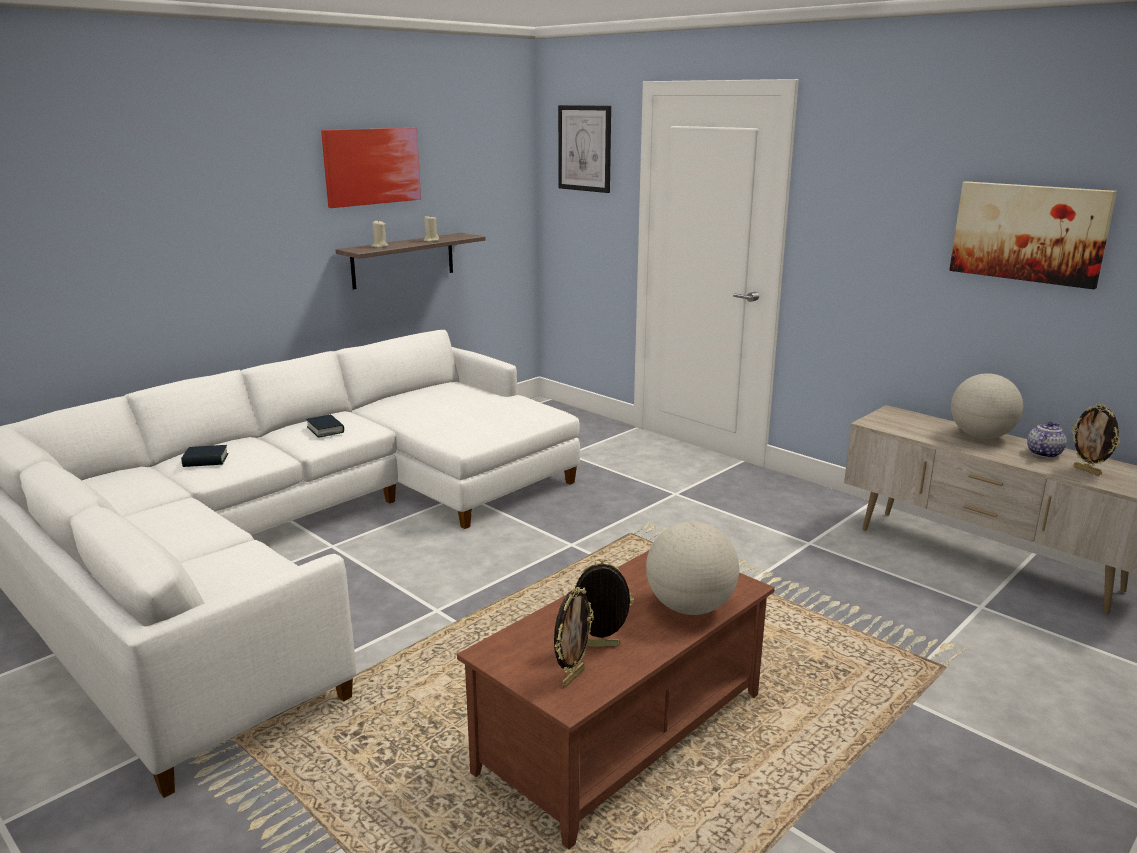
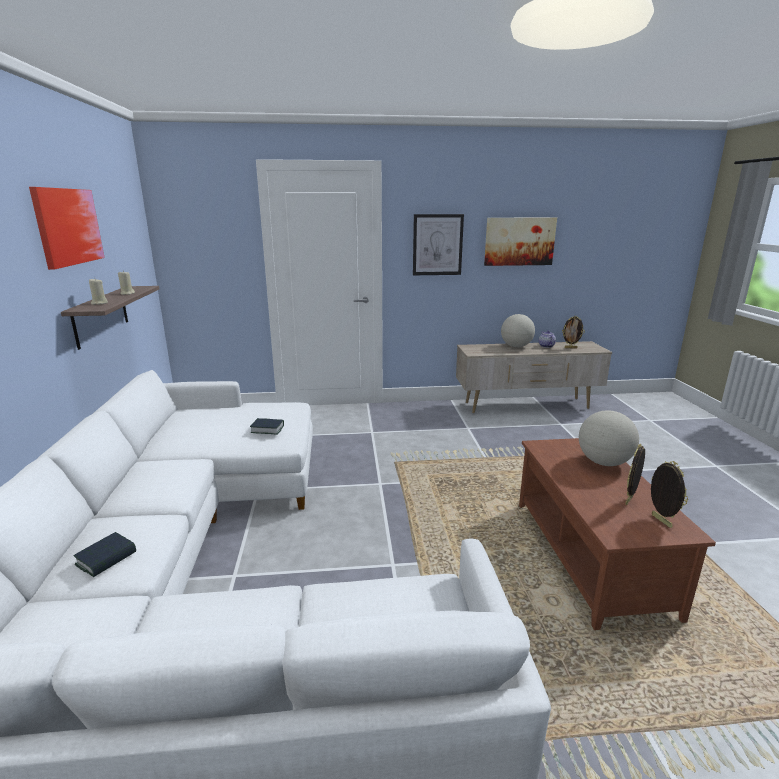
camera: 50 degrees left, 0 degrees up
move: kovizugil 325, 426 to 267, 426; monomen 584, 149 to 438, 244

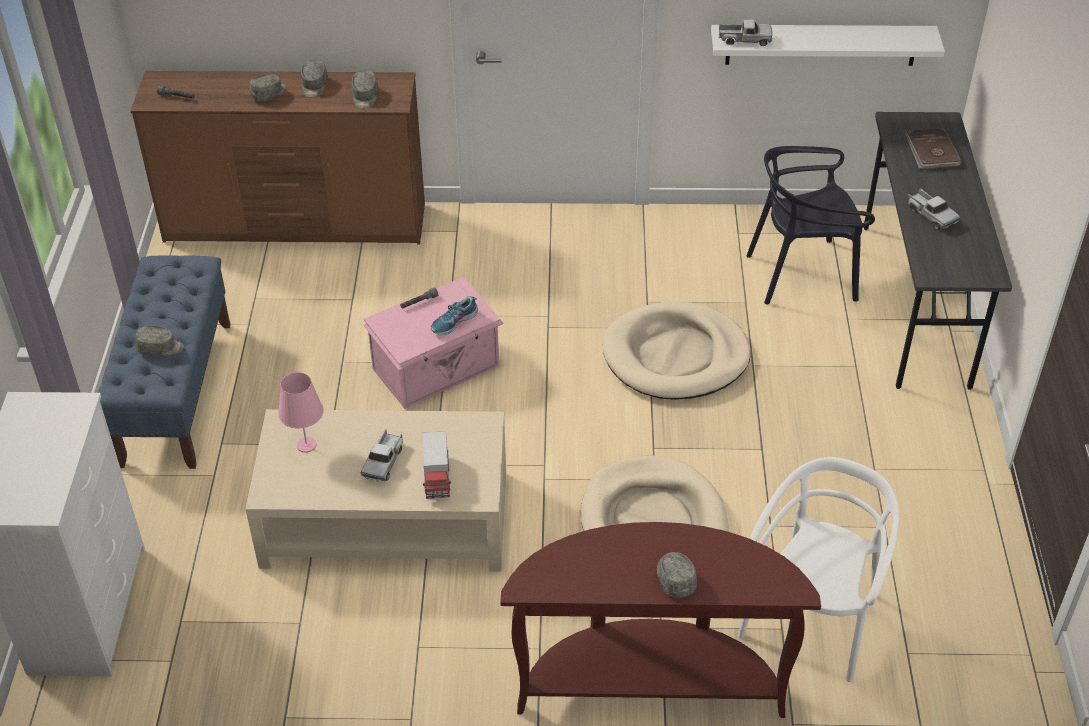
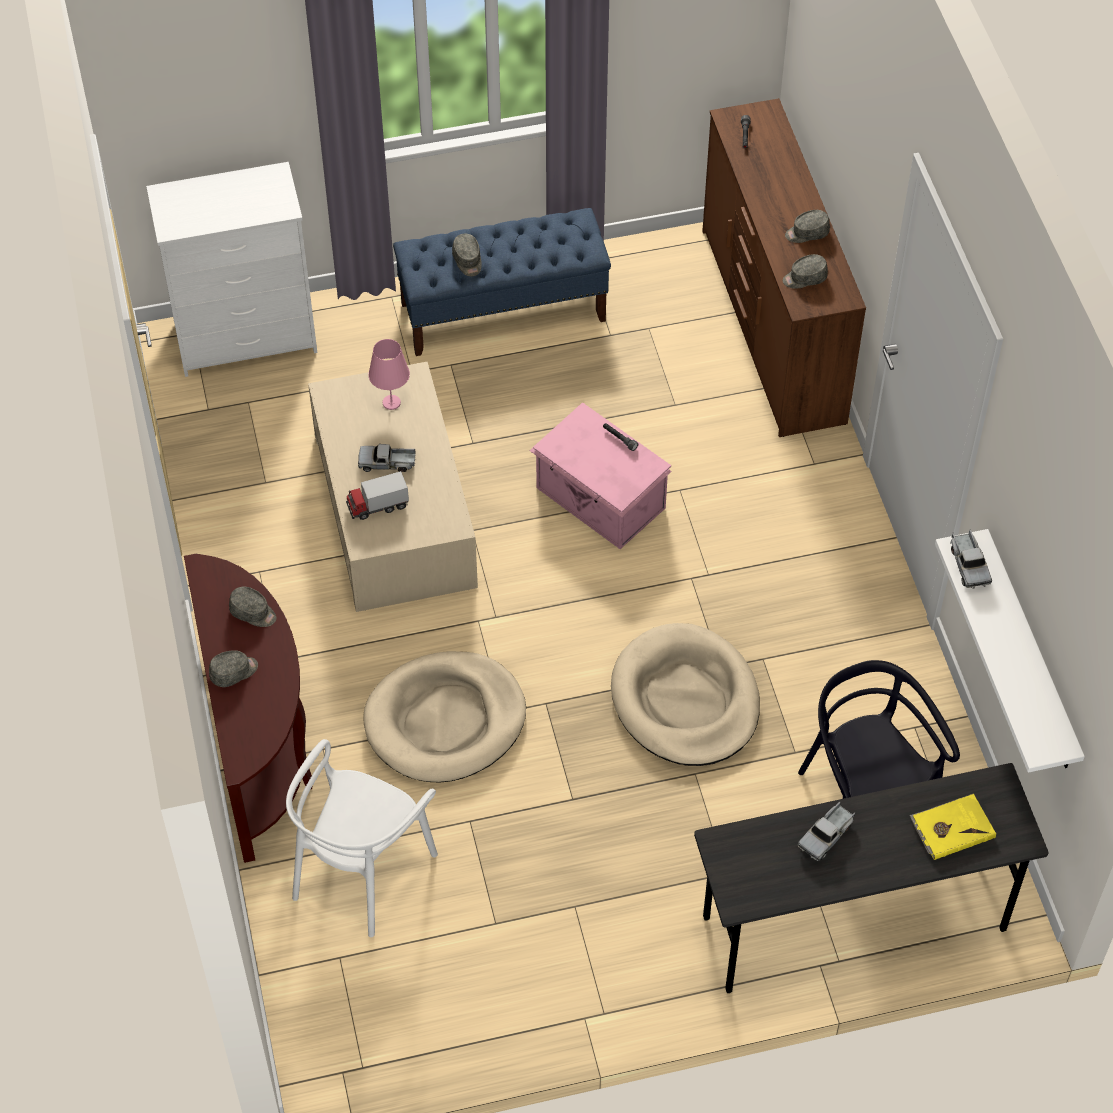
camera: 75 degrees right, 10 degrees up
delete: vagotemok 454, 315
move: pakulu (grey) 268, 87 to 252, 607
recolor: kovizugil (brown) 933, 148 to kovizugil (yellow) 953, 827
rotate: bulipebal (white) 818, 569 = 362, 838 105 degrees clockwise

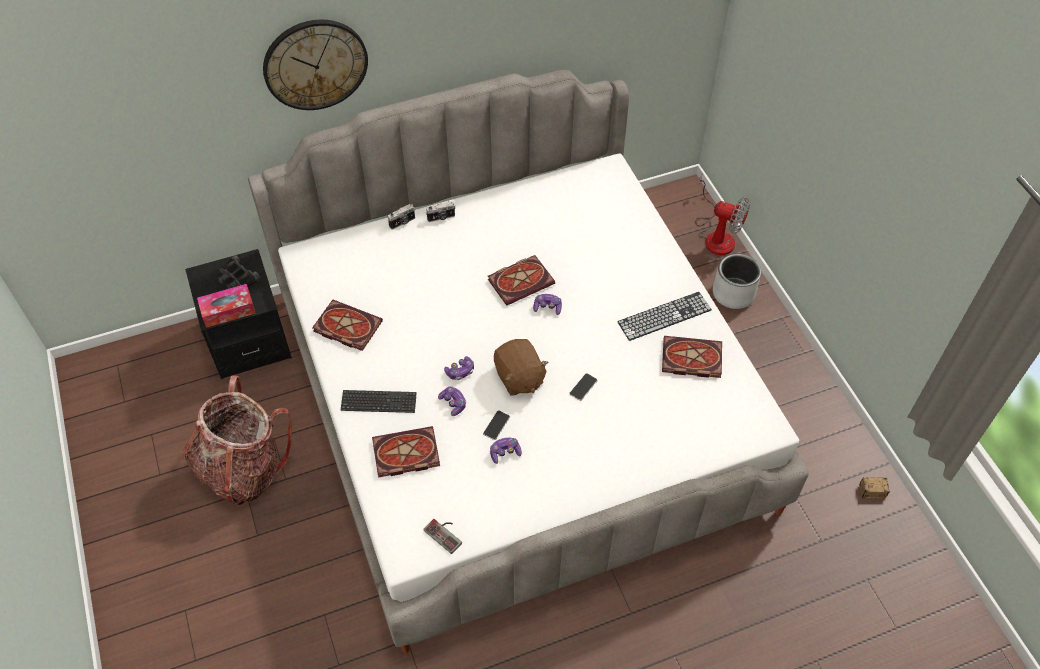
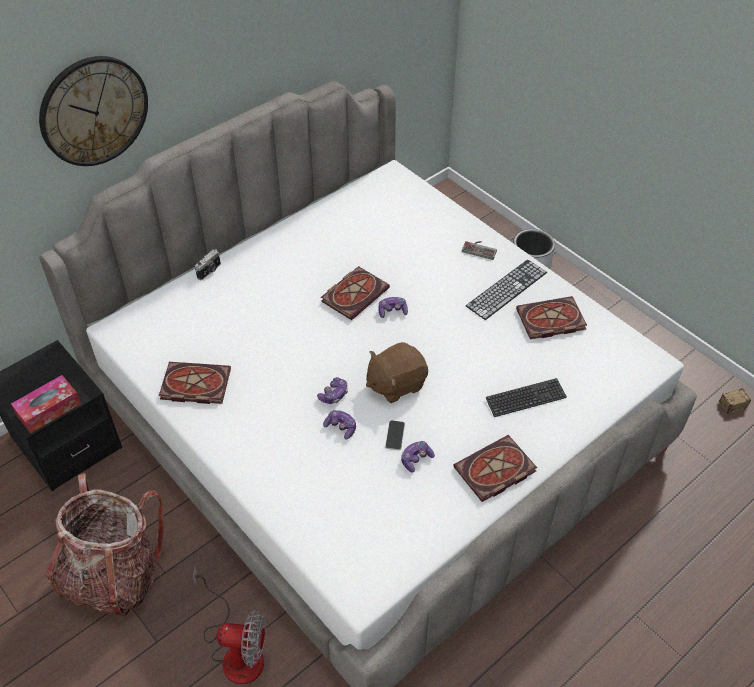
camera: 20 degrees left, 5 degrees down
delete: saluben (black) 239, 272; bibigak 441, 211; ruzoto 583, 387
move: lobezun 379, 401 to 526, 397; kovizugil 406, 451 to 495, 468; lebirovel 442, 536 to 479, 250; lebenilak 722, 214 to 229, 625
rotate: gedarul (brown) 521, 367 = 397, 372 105 degrees clockwise

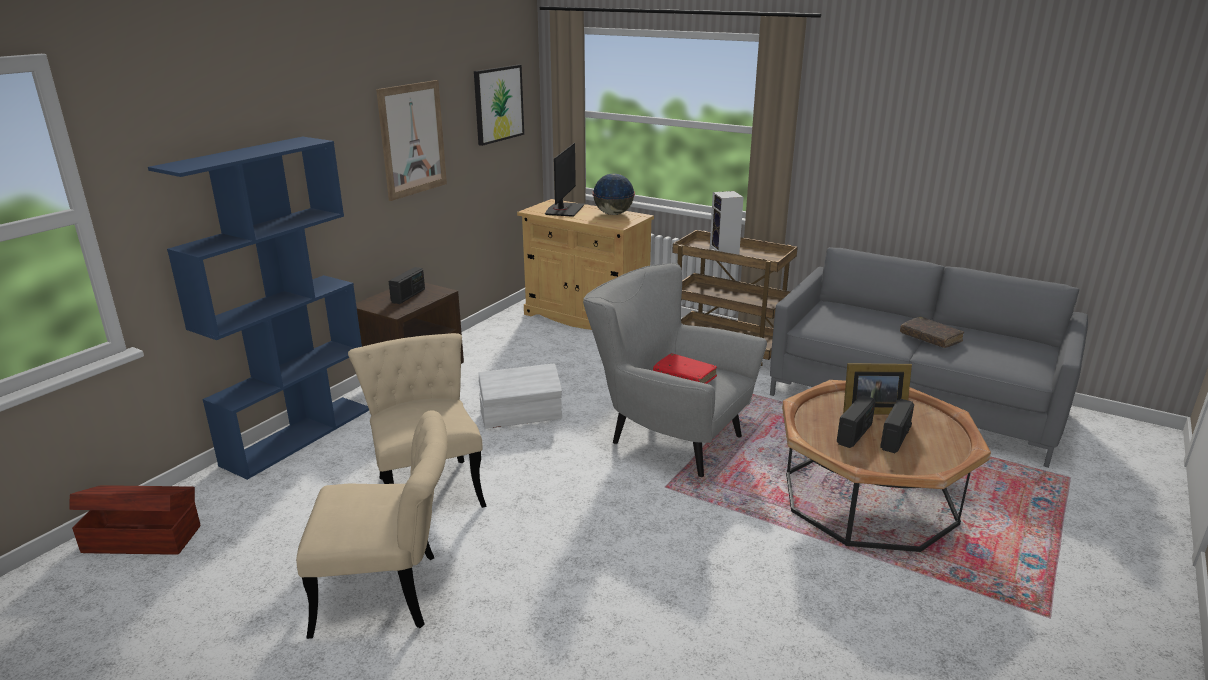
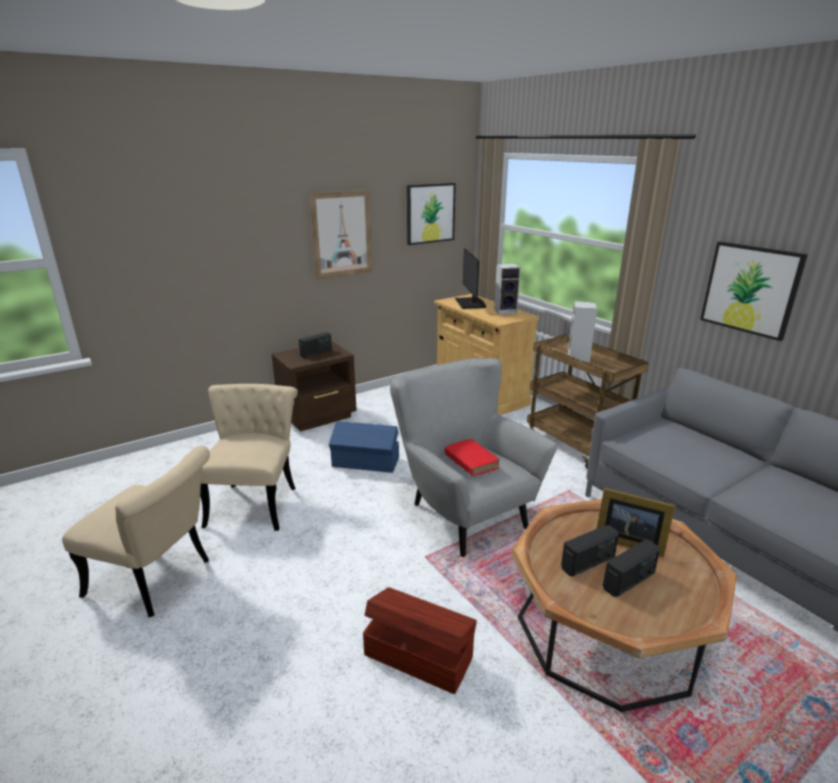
camera: 25 degrees right, 0 degrees up
delete: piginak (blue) 258, 308; kovizugil (brown) 932, 332
insert: monomen 754, 291
move: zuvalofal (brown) 135, 520 to 420, 640
replace: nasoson 613, 194 to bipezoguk 507, 289
recolor: zuvalofal (white) 520, 396 to zuvalofal (blue) 364, 447
rotate: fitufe 564, 180 = 471, 278 135 degrees clockwise

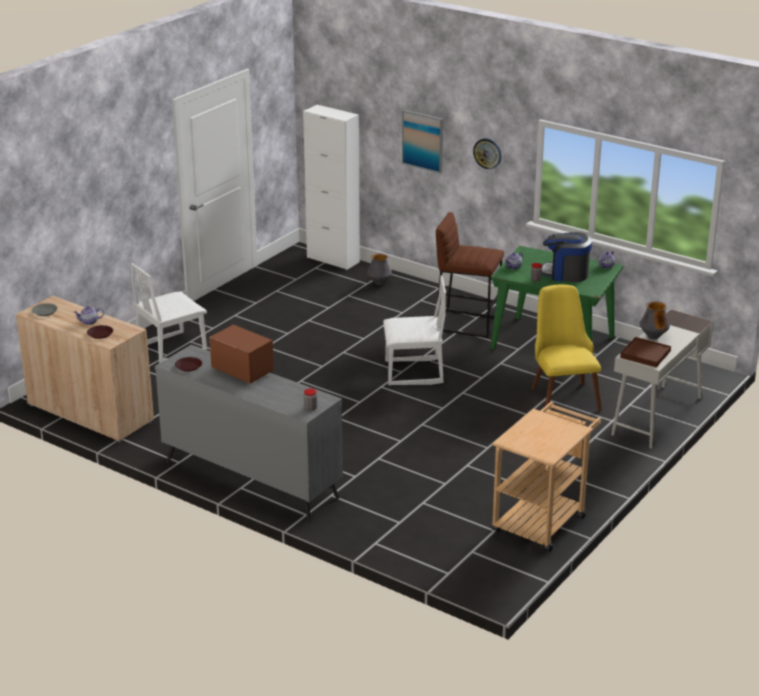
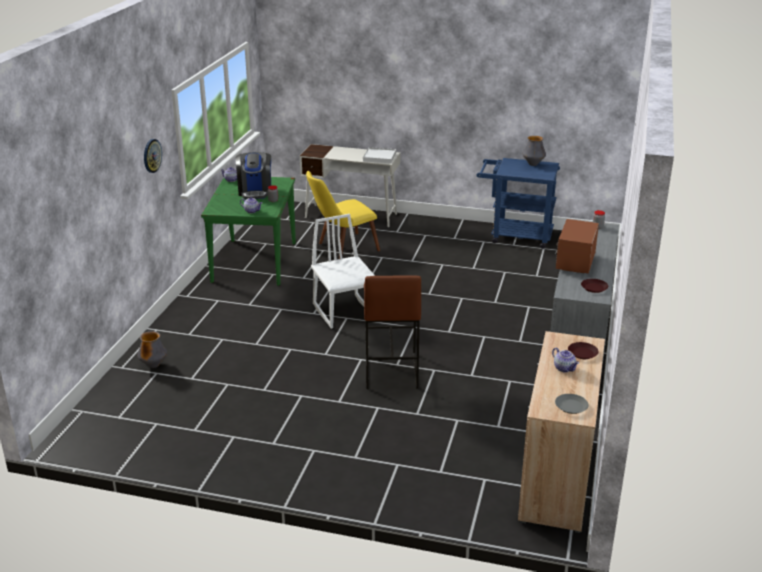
camera: 110 degrees left, 0 degrees up
delete: bulipebal (white) 169, 313; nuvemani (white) 331, 187; monomen 422, 141
move: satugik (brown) 470, 275 to 392, 332; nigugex 655, 320 to 534, 151
recolor: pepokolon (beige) 546, 477 to pepokolon (blue) 518, 203; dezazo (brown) 645, 352 to dezazo (white) 379, 155

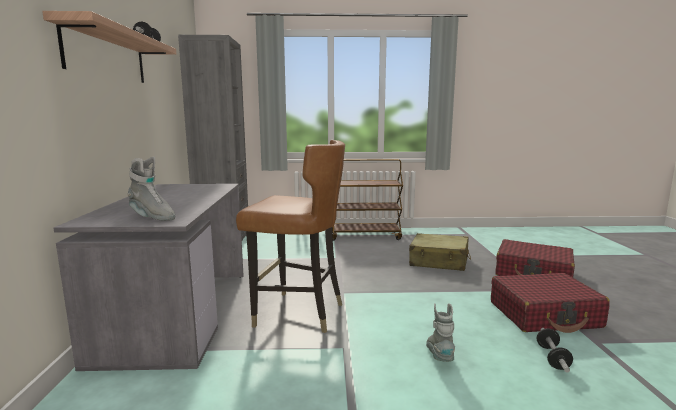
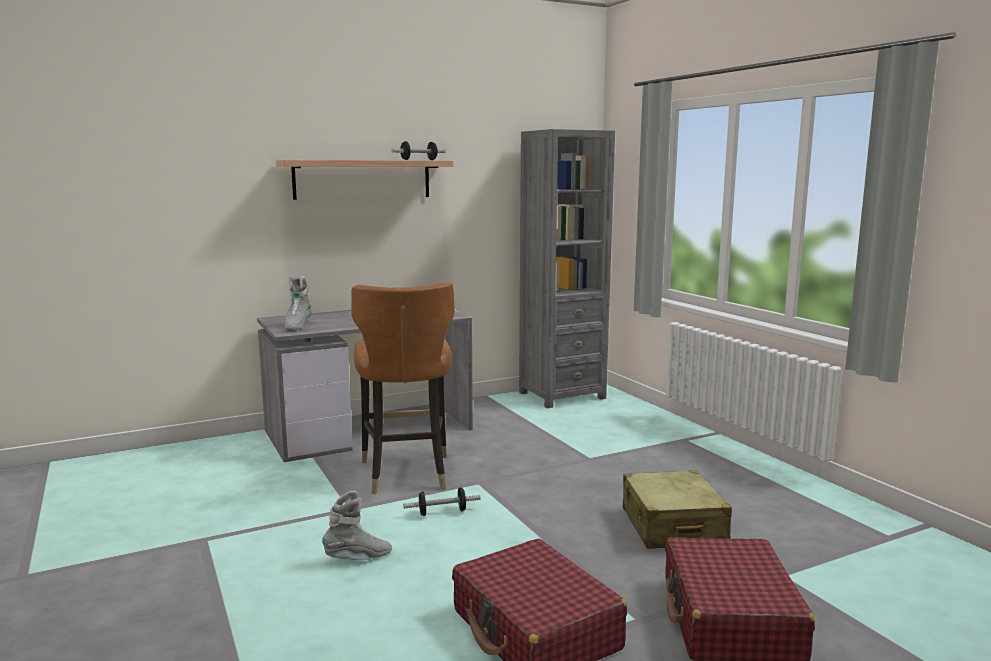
camera: 65 degrees right, 0 degrees up
delete: pepokolon (brown) 367, 200
move: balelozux 555, 350 to 442, 501

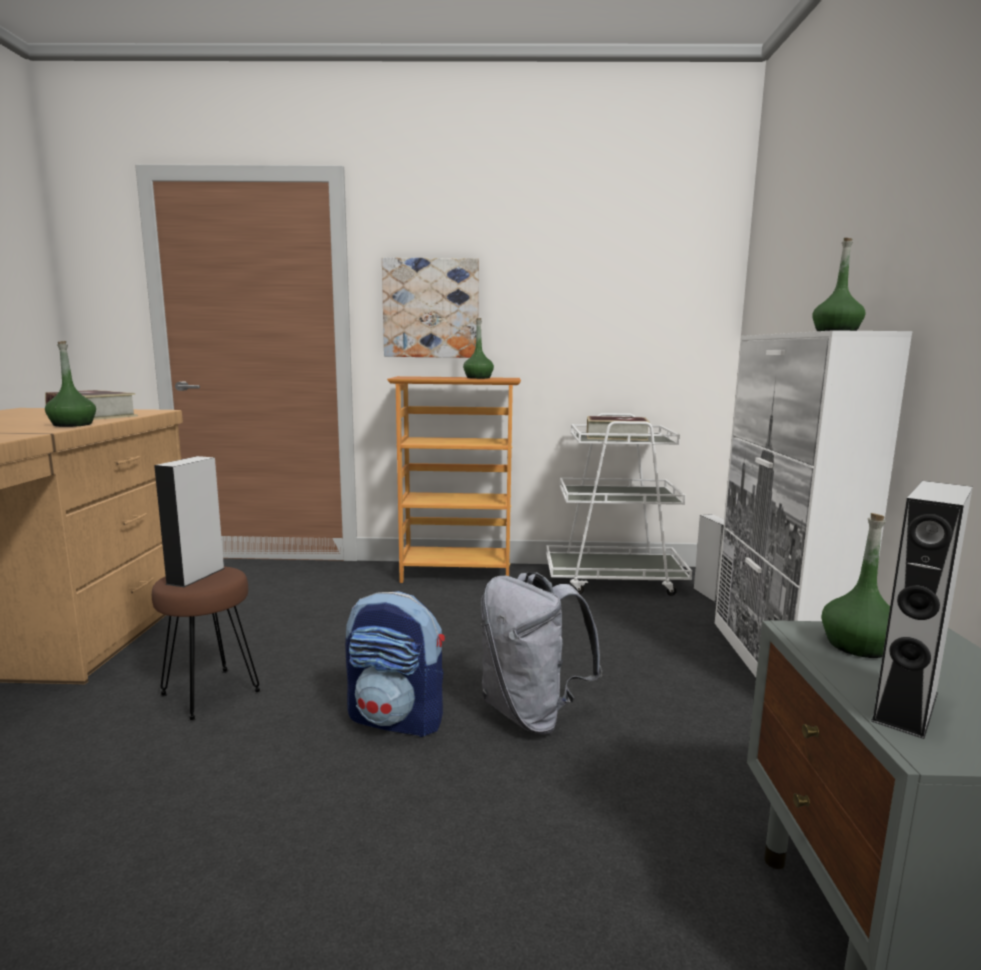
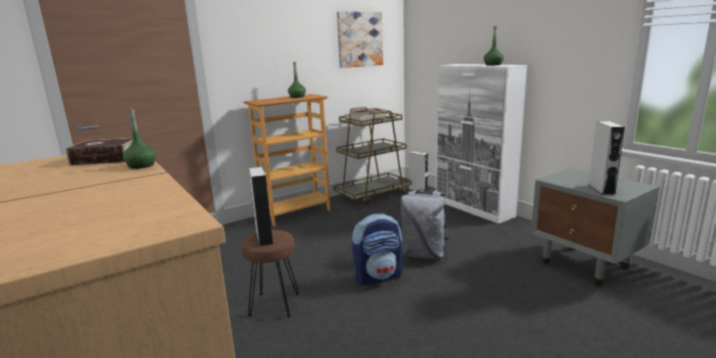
camera: 35 degrees left, 5 degrees up
delete: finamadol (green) 855, 585
move: monomen 430, 308 to 360, 39
recolor: pepokolon (white) 619, 504 to pepokolon (brown) 372, 156

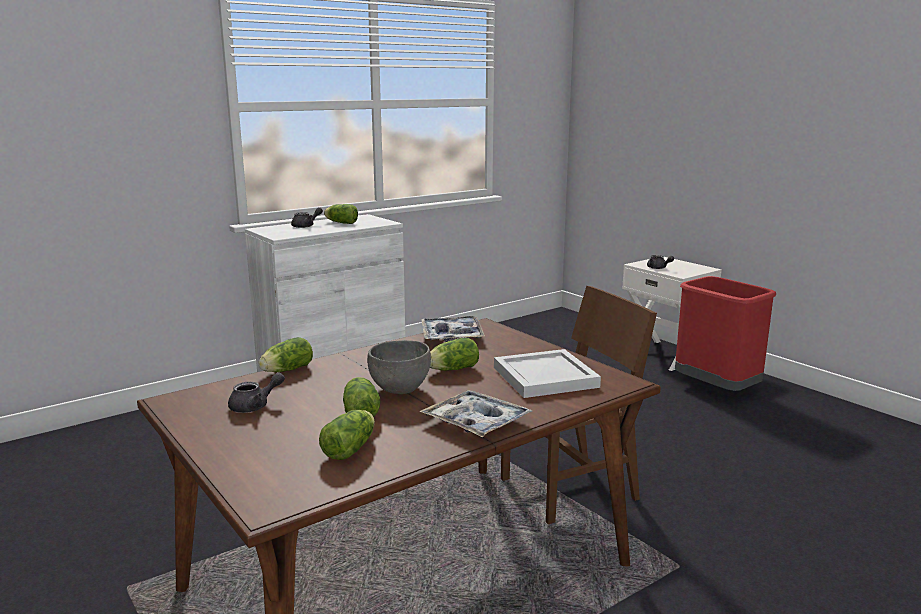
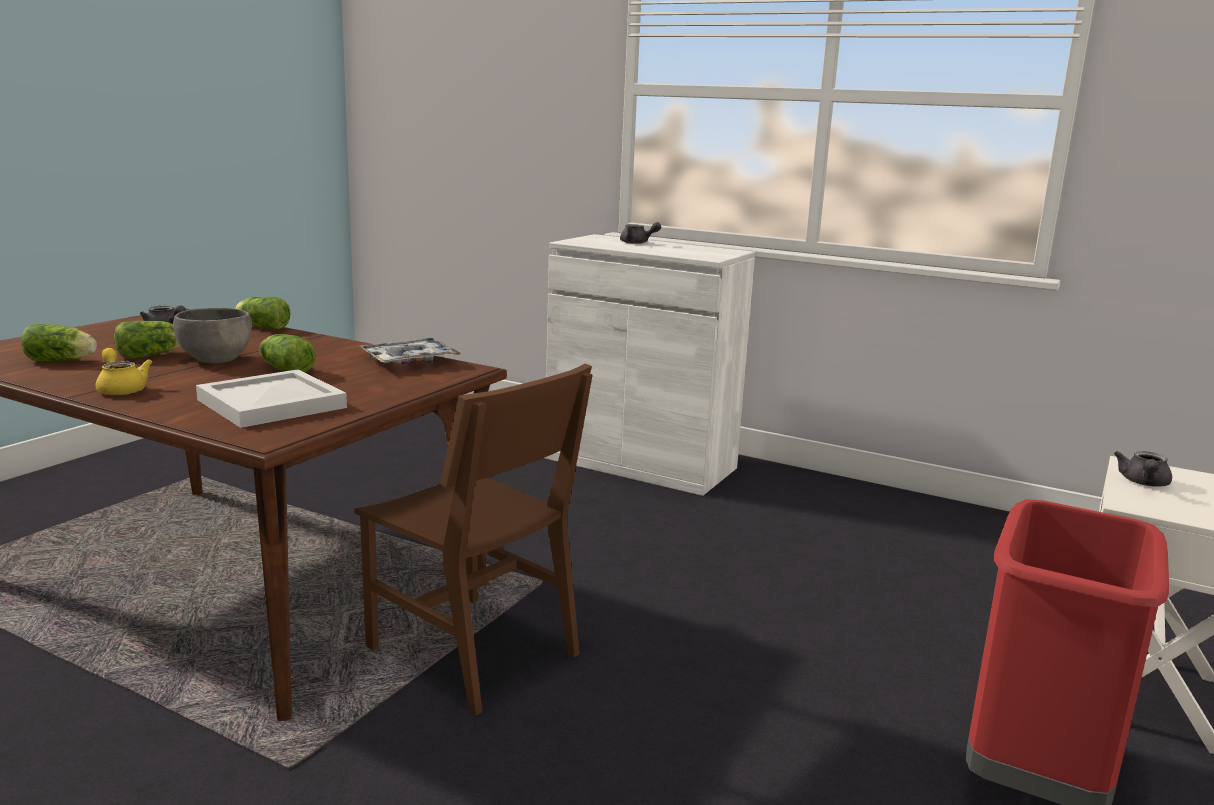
camera: 65 degrees right, 0 degrees up
delete: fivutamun 341, 214
replace: dezazo 476, 413 to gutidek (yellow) 124, 371

